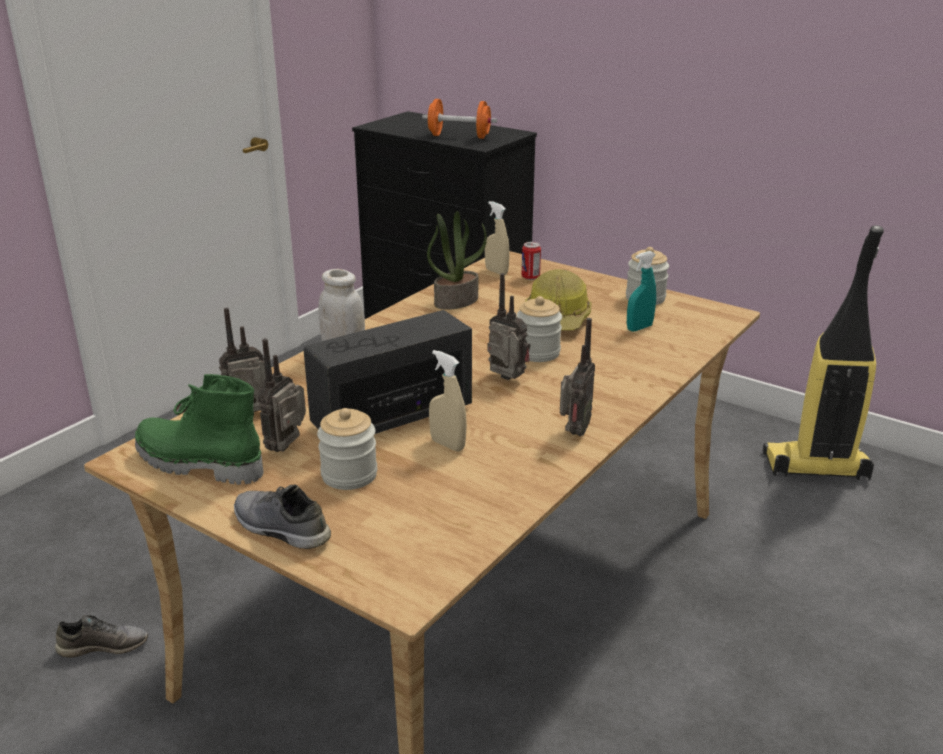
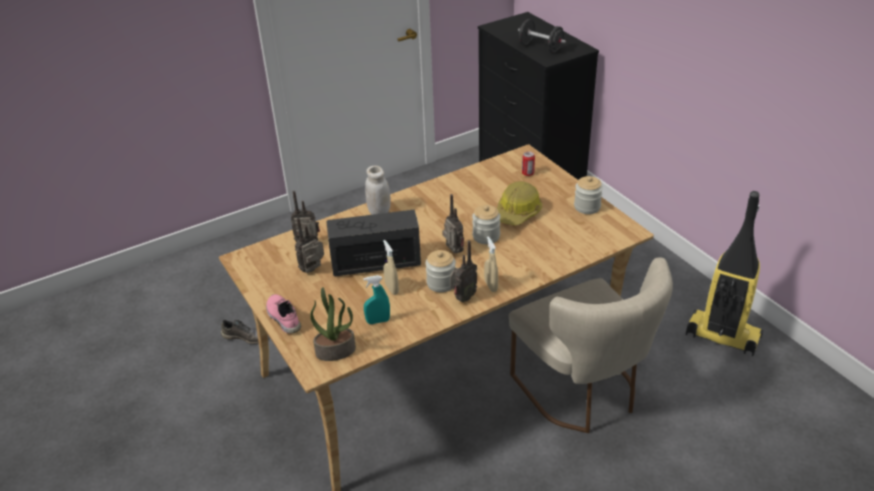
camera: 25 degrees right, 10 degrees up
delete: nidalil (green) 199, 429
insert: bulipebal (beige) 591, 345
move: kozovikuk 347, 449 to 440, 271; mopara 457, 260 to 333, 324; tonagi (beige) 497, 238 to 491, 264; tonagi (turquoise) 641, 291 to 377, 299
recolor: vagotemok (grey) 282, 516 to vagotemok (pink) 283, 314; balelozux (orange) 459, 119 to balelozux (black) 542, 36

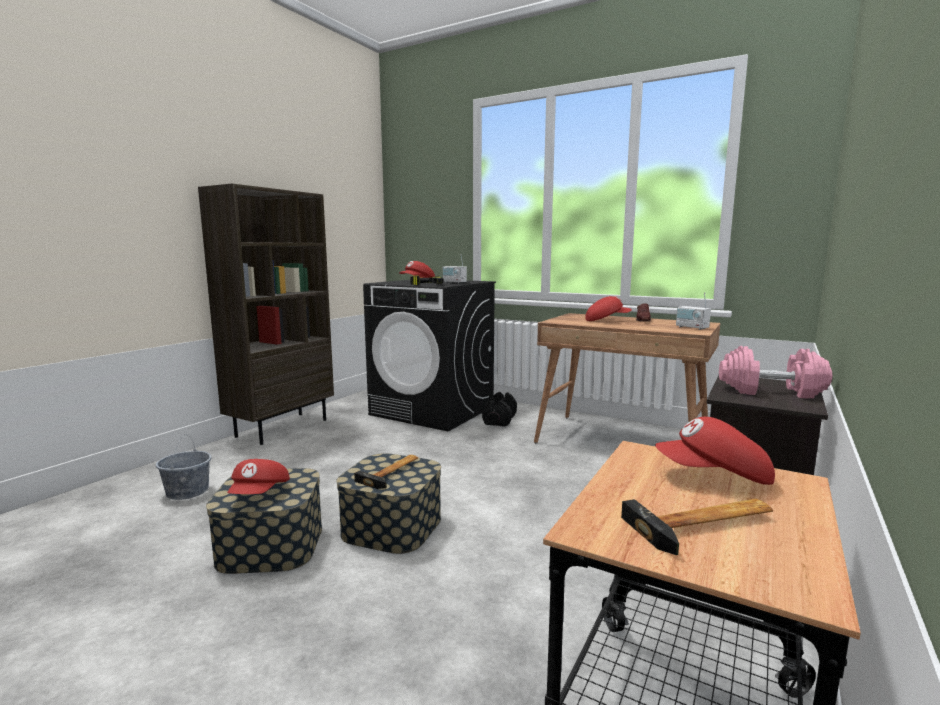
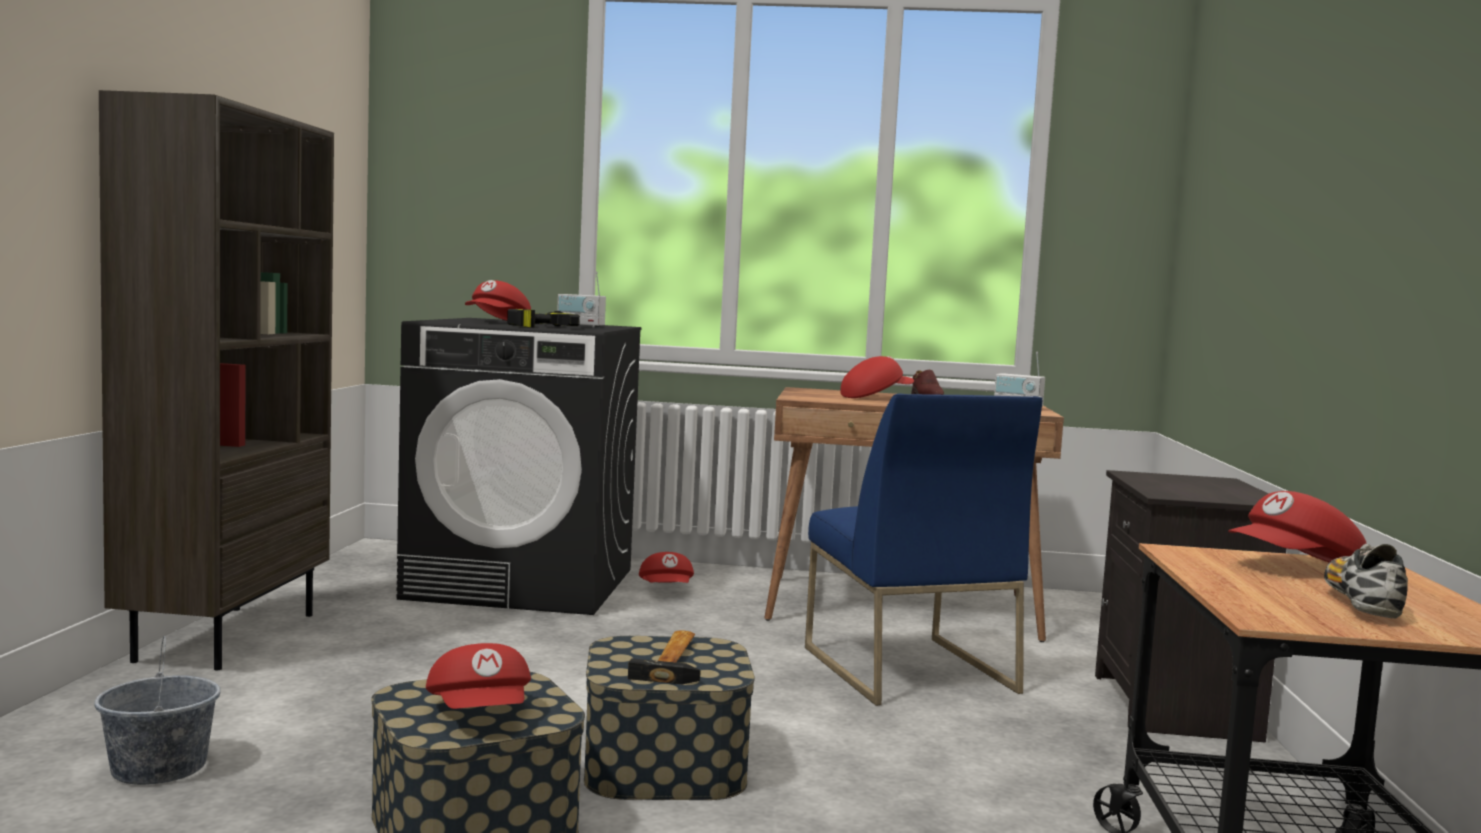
camera: 25 degrees left, 5 degrees down
delete: balelozux (pink) 775, 372
insert: bulipebal (blue) 924, 550
replace: balelozux (black) 499, 409 to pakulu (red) 666, 567; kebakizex 697, 527 to vagotemok 1366, 581

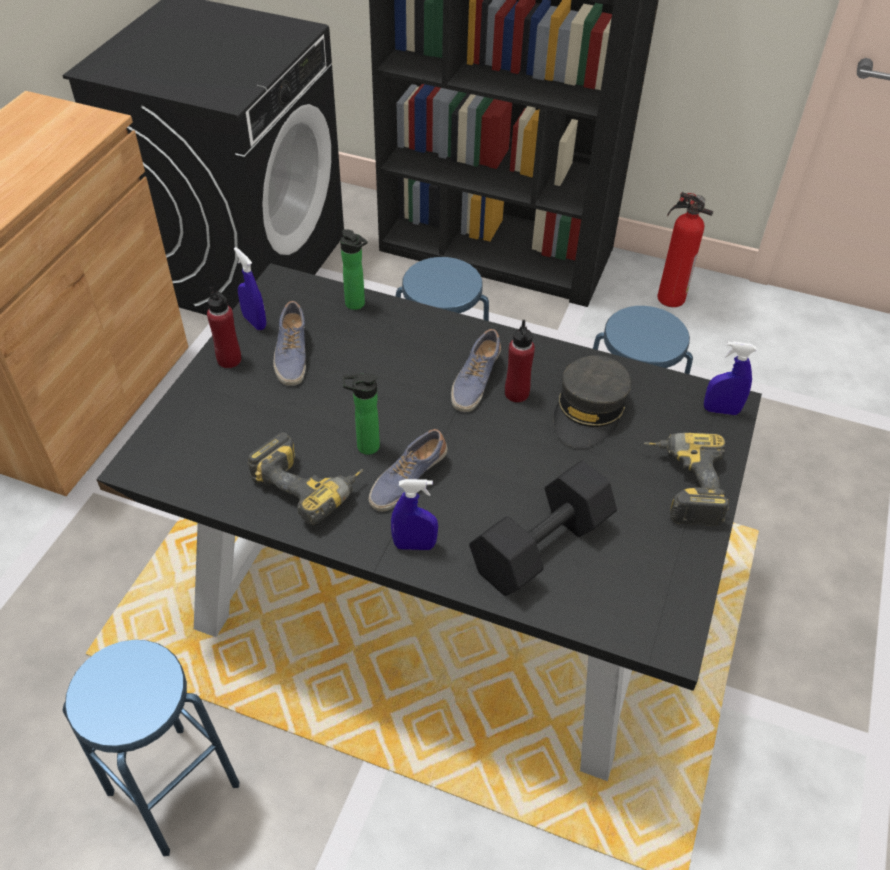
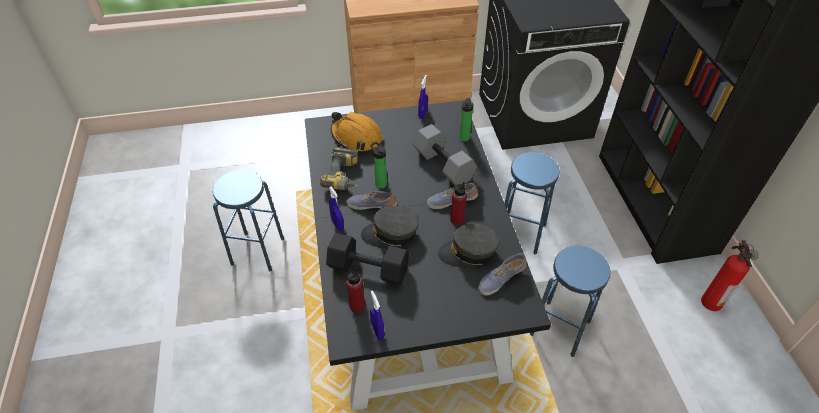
camera: 60 degrees right, 0 degrees up
delete: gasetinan 686, 479
insert: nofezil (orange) 356, 131; pakulu (grey) 390, 227; balelozux (grey) 445, 154
move: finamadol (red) 224, 327 to 355, 290; vagotemok 289, 343 to 502, 274; tonagi (blue) 730, 378 to 377, 315

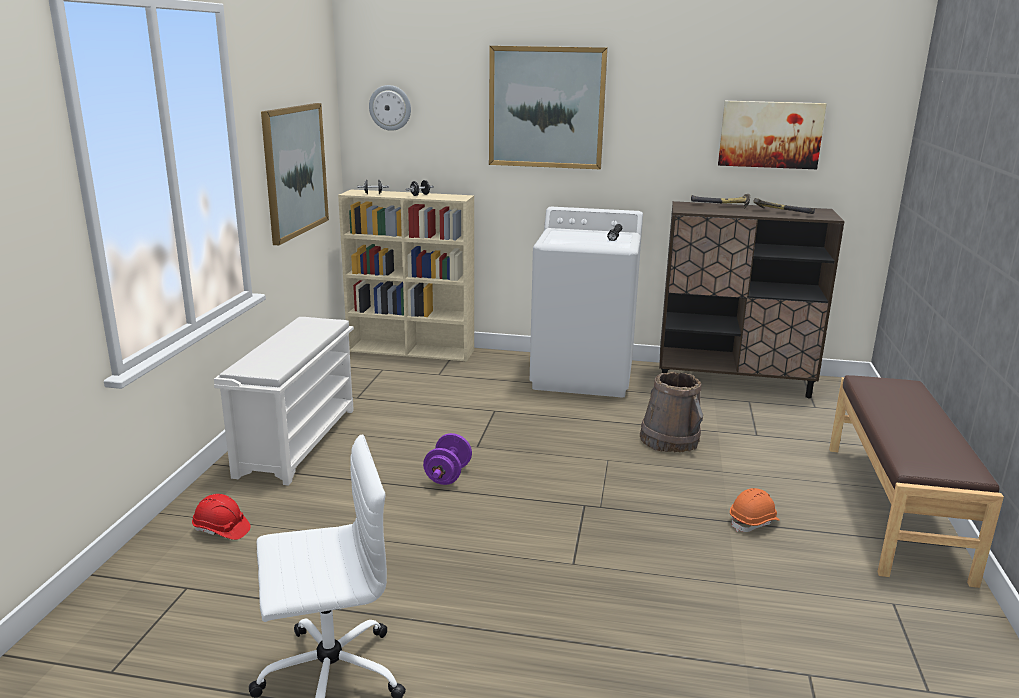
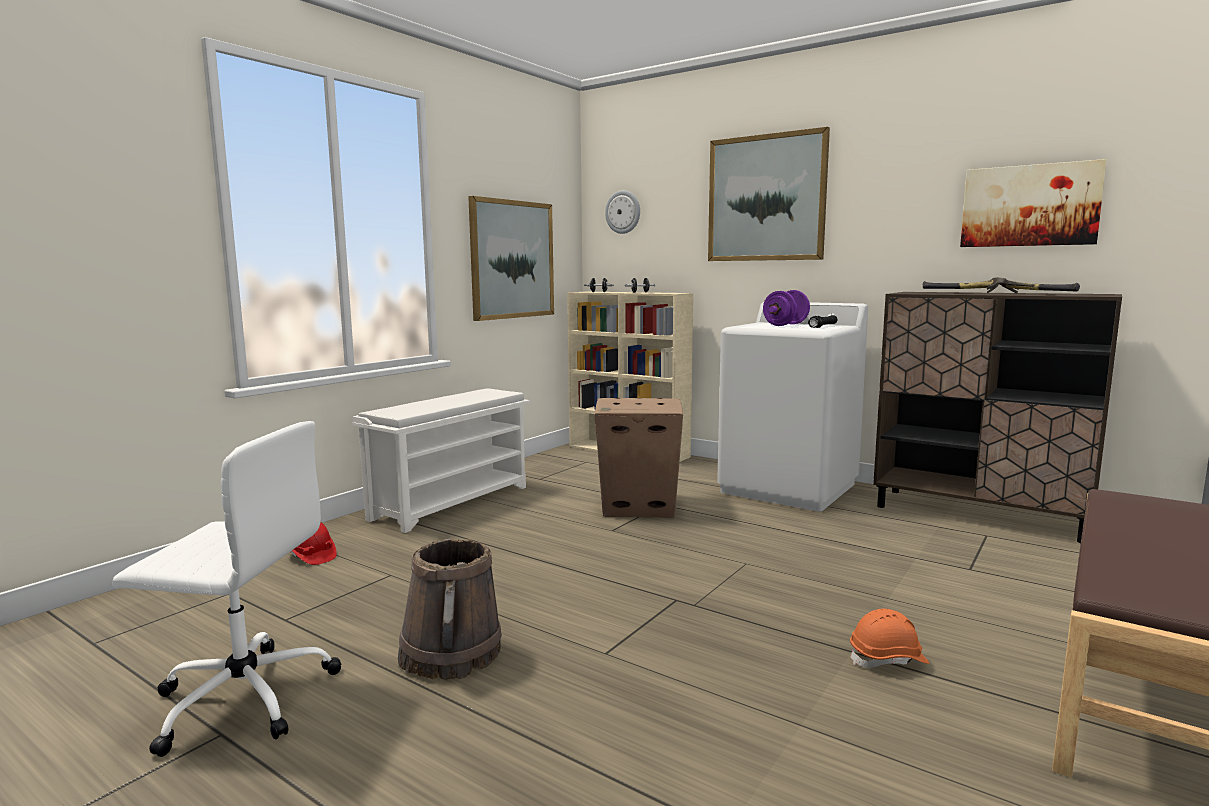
camera: 25 degrees right, 10 degrees down
insert: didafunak 638, 457
move: balelozux (purple) 447, 459 to 786, 308; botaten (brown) 671, 412 to 450, 609

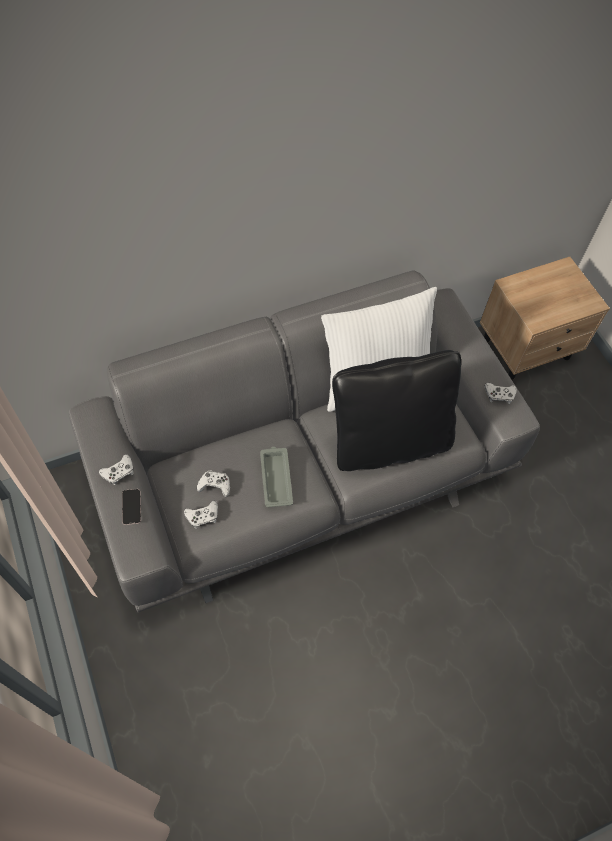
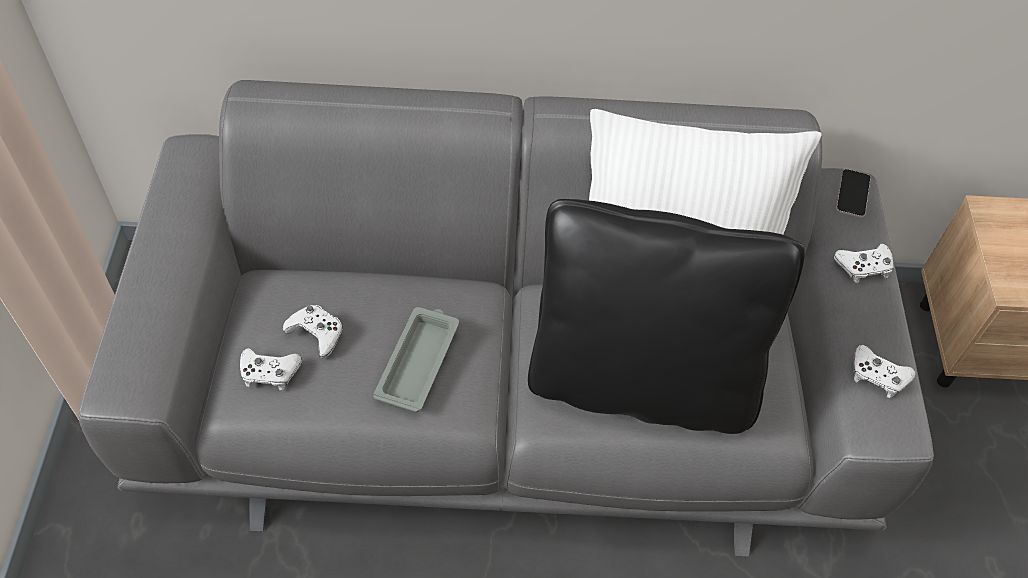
camera: 25 degrees right, 5 degrees down
move: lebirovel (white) 116, 469 to 863, 263; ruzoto 131, 507 to 853, 193

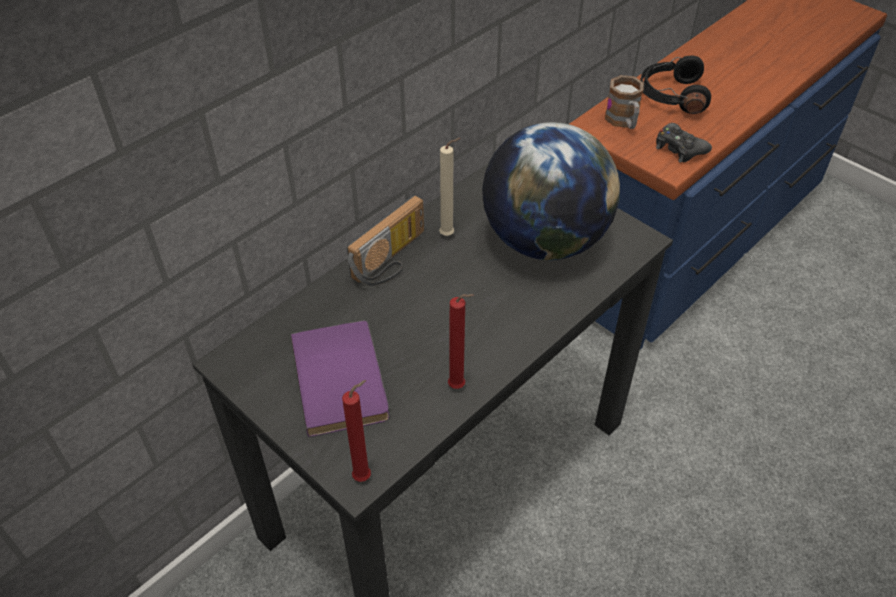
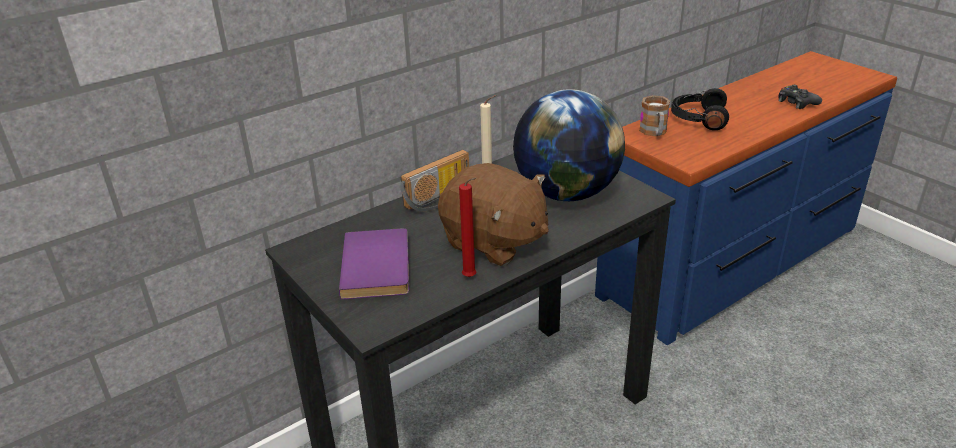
camera: 10 degrees right, 15 degrees down
delete: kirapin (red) 356, 431
insert: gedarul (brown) 493, 214
move: lebirovel (black) 684, 143 to 800, 97

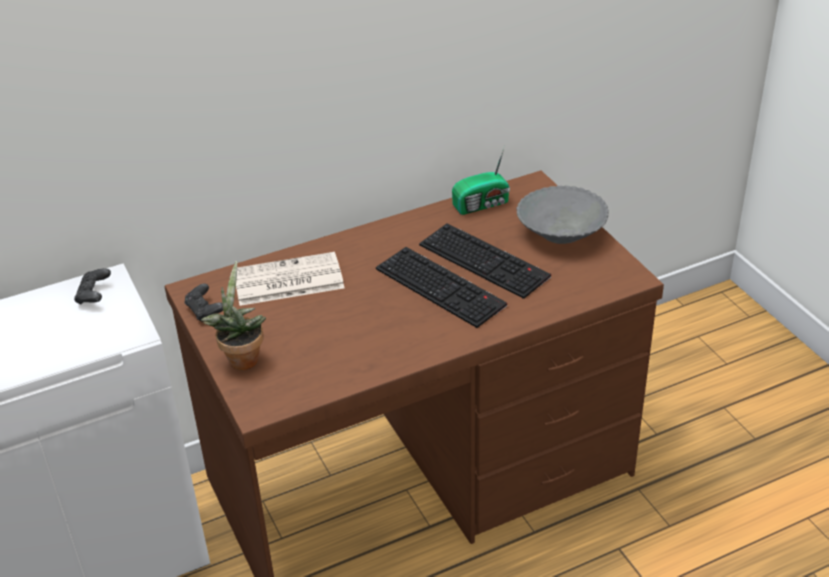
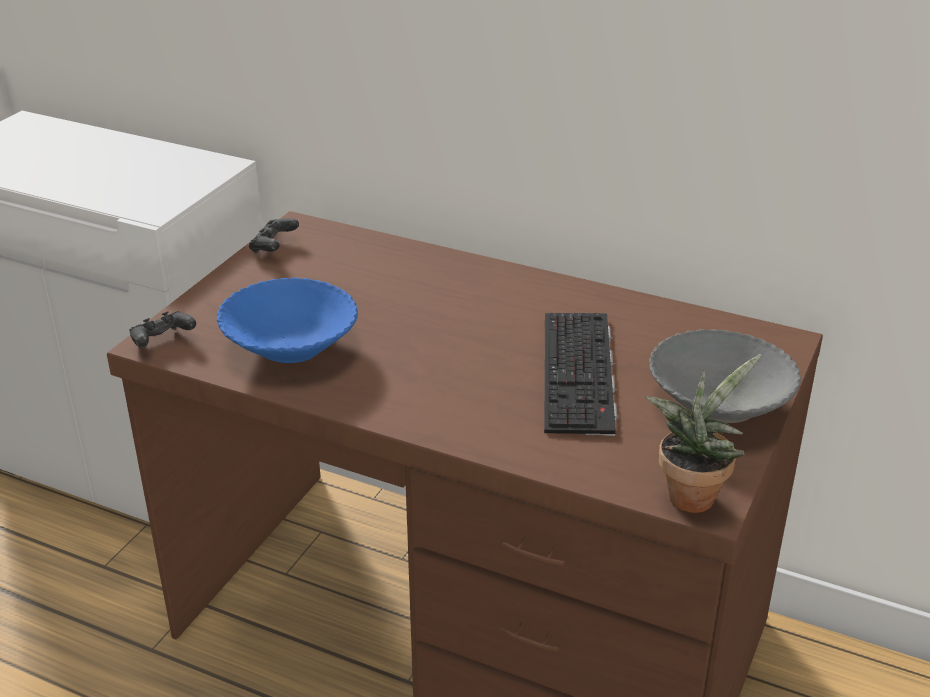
camera: 50 degrees right, 5 degrees down
delete: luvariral 290, 279; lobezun 441, 287; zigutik 481, 180
insert: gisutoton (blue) 287, 320
move: lebirovel (black) 92, 286 to 162, 329; mopara 233, 315 to 703, 433

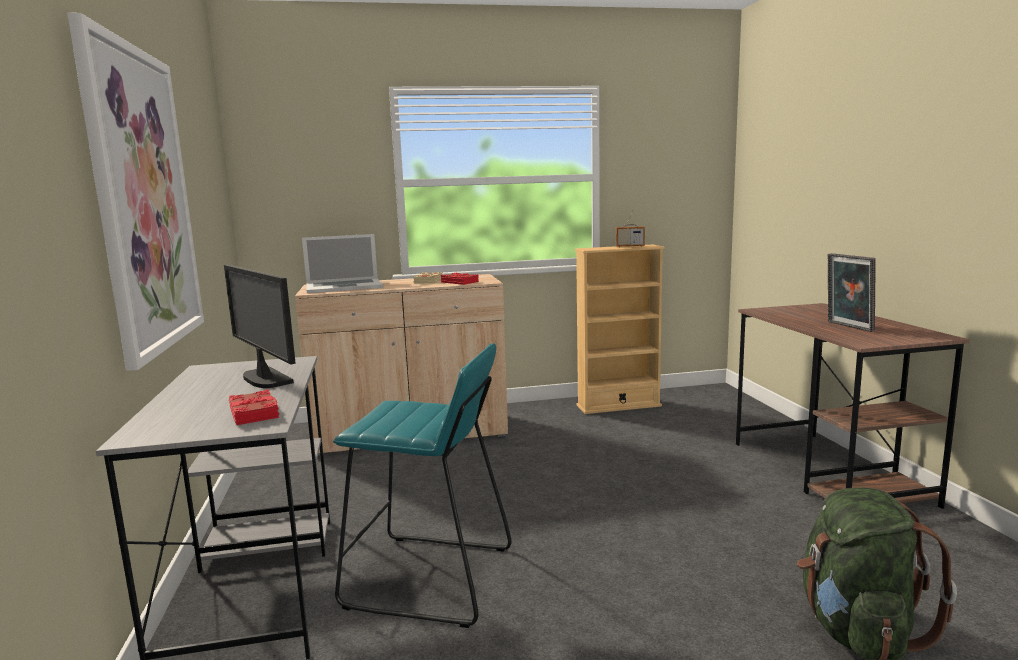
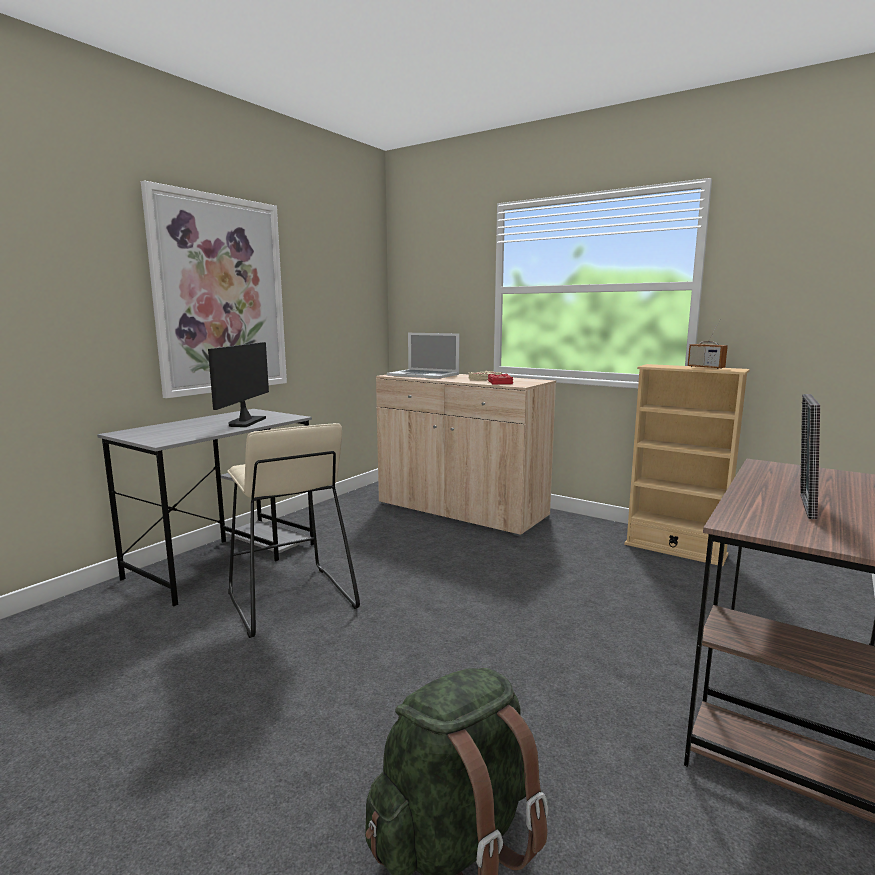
camera: 45 degrees right, 0 degrees up
delete: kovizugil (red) 254, 407
recolor: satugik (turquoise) 422, 485 to satugik (beige) 293, 530

